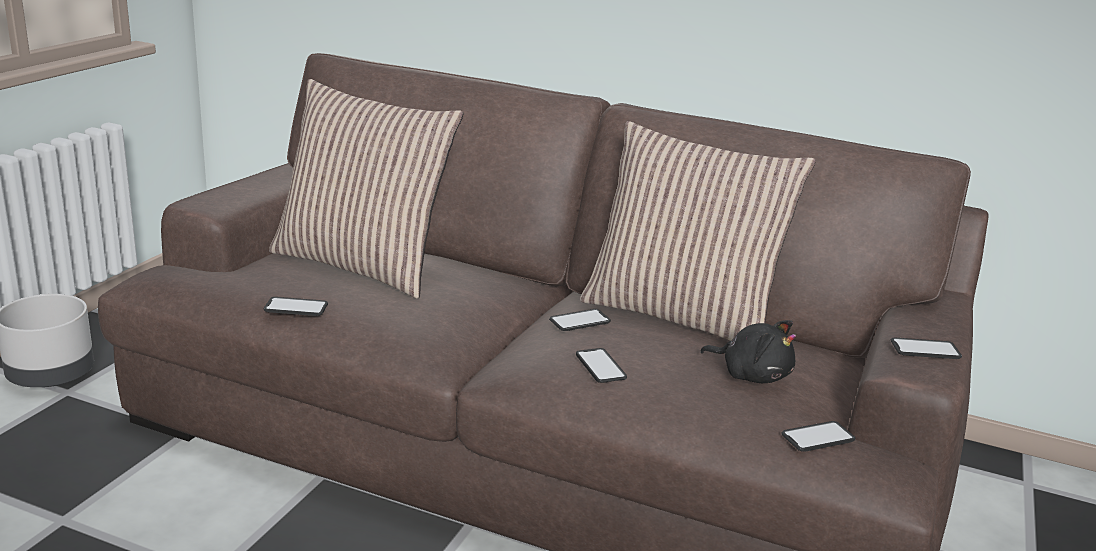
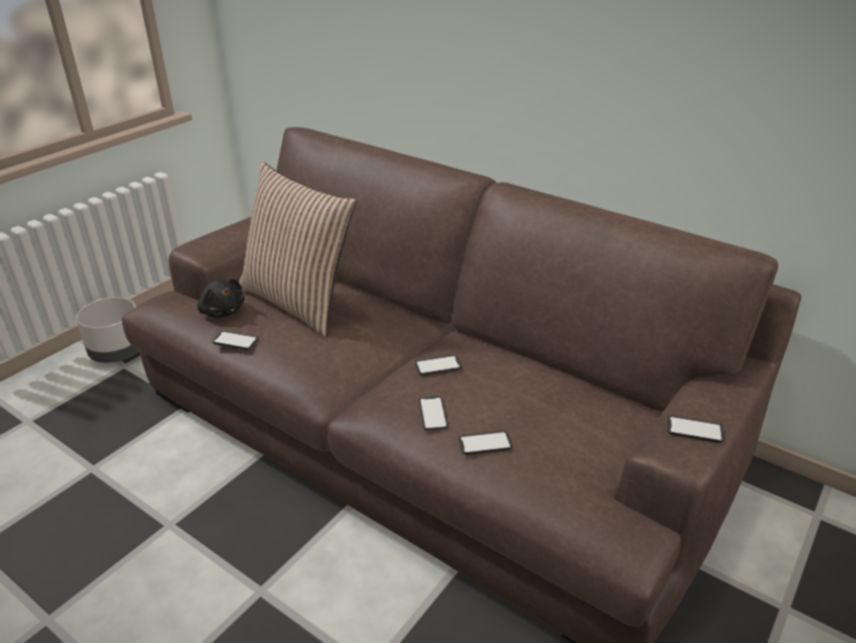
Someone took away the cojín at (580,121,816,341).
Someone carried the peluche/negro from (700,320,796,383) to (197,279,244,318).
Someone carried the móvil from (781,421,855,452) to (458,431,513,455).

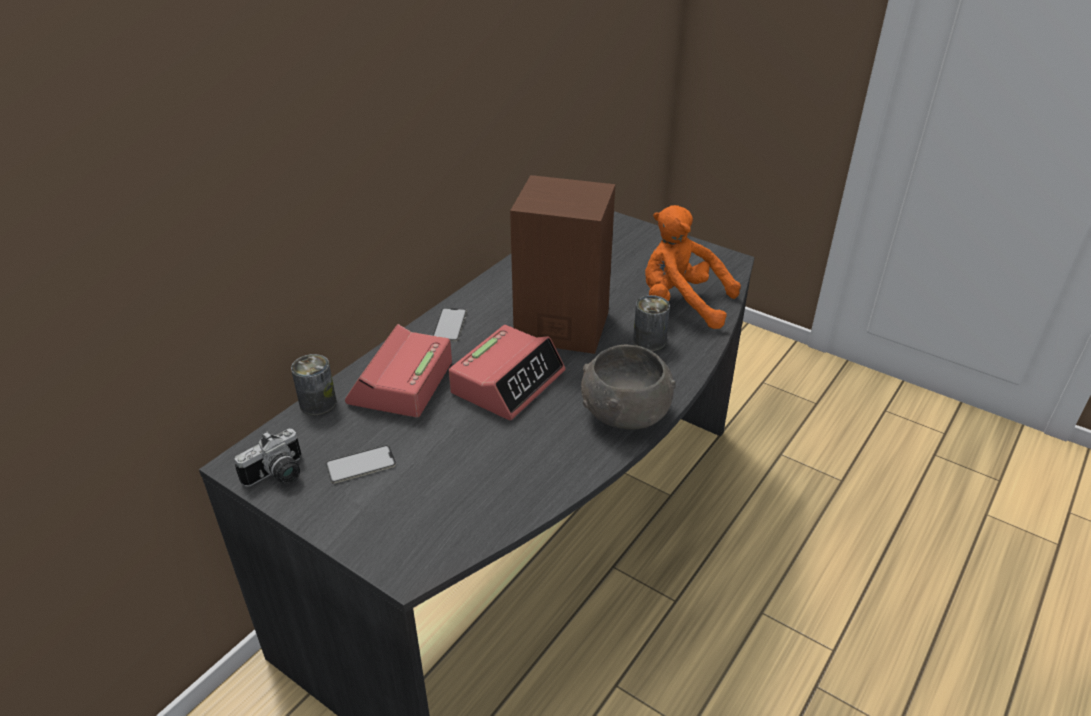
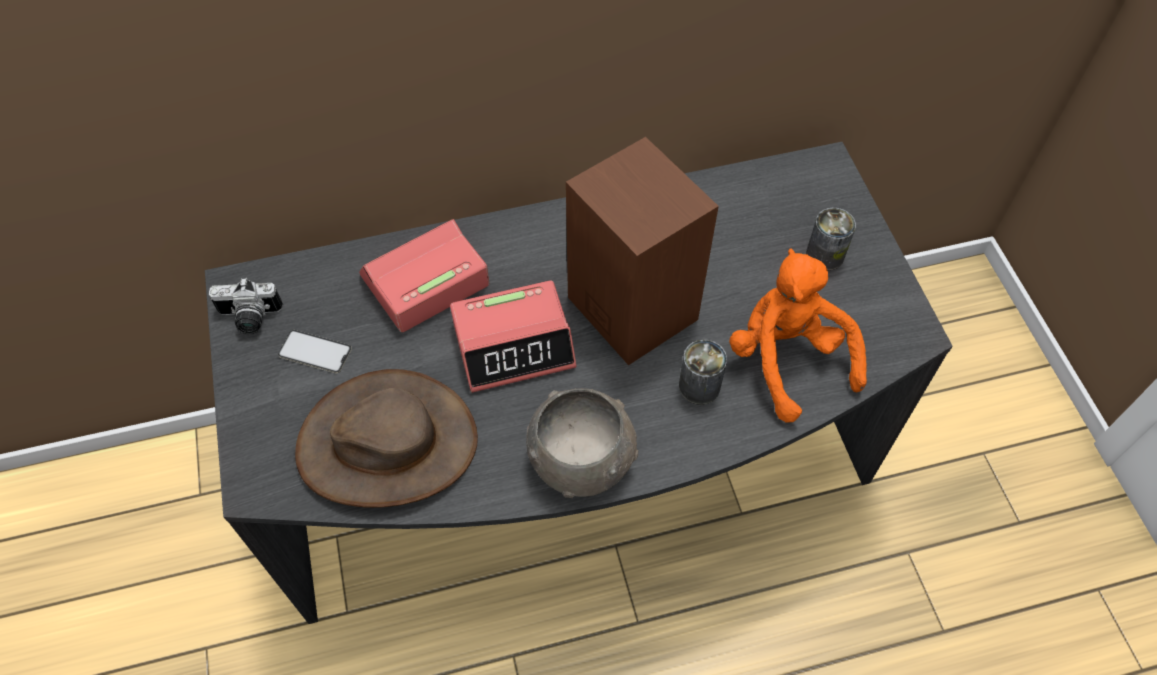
Someone took away the móvil at (432,308,467,341).
Someone carried the lata from (291,354,337,415) to (806,208,856,271).
Someone put down the sombrero/marrón at (295,369,478,508).

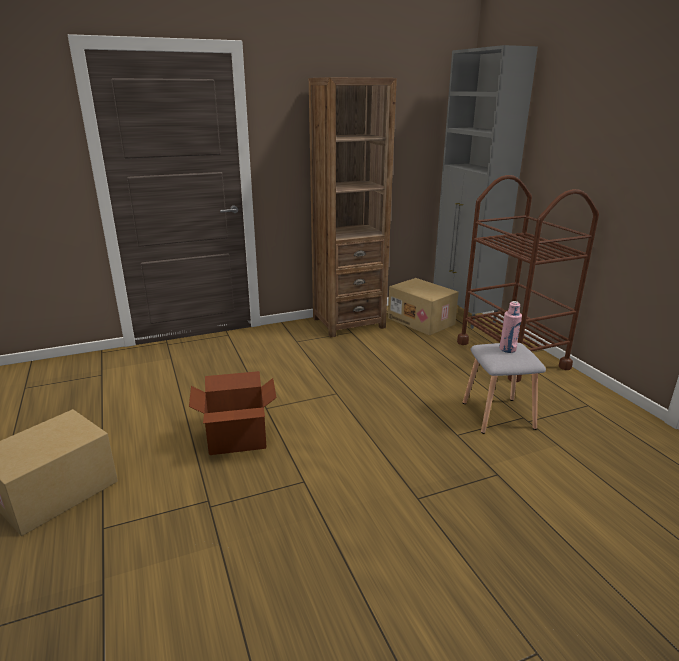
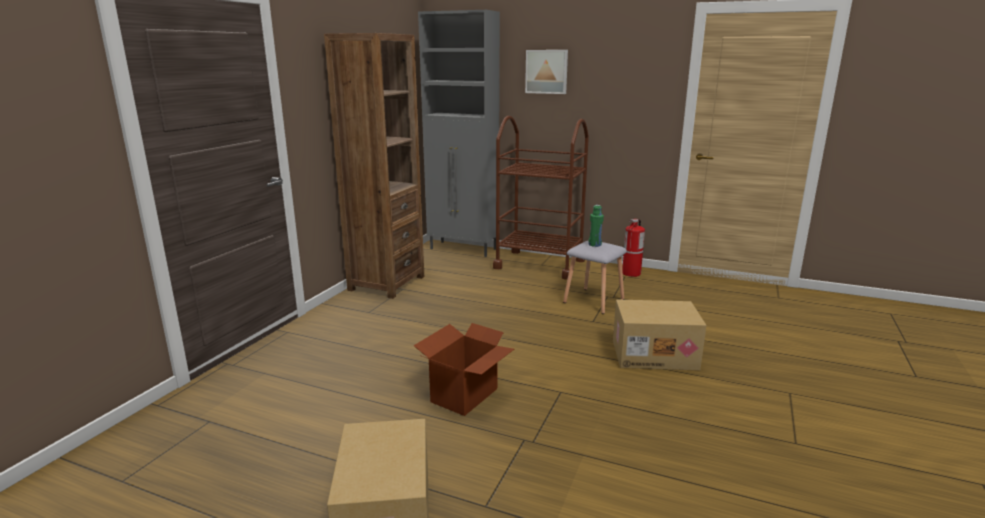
Someone carried the caja de cartón from (388,278,459,336) to (613,299,707,371).
Someone repainted the botella/rosa at (499,301,522,353), which became the botella/verde at (588,205,604,247).
Someone put up the cuadro at (525,50,568,94).
Someone put down the extintor at (622,219,645,277).

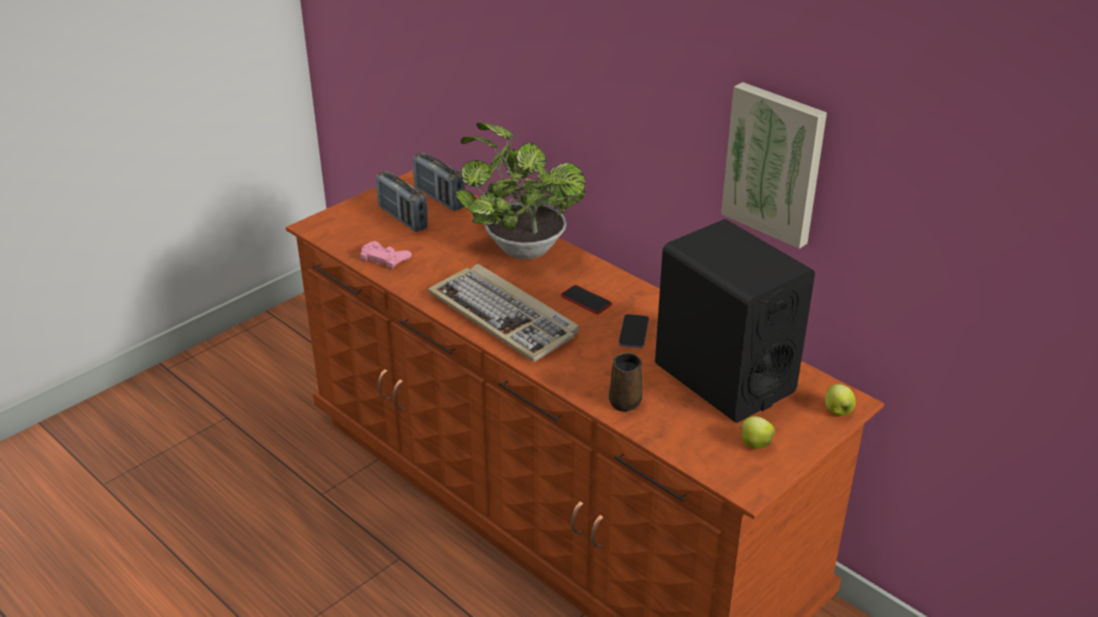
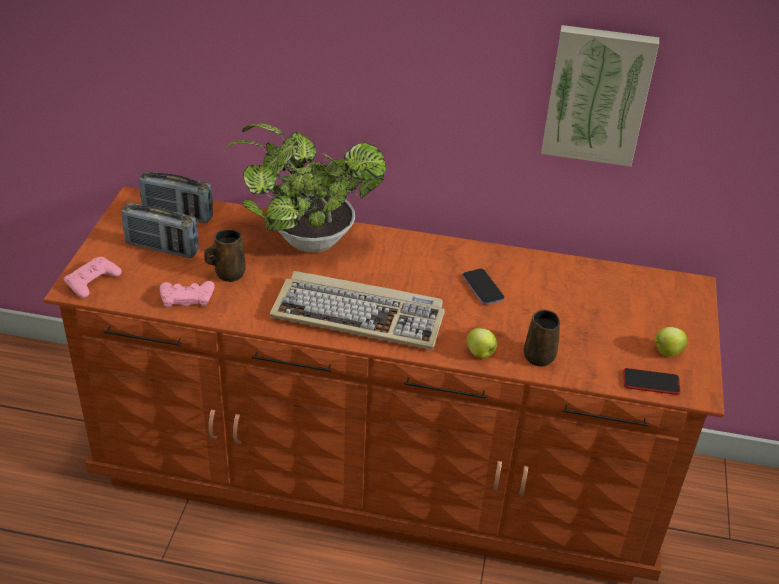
Someone took away the altavoz/negro at (655,219,815,423).
Someone carried the móvil from (561,285,612,314) to (623,368,681,395).
Someone carried the manzana from (825,384,856,416) to (467,328,497,358).
Someone put down the taza grande/marrón at (204,229,246,282).
Someone put down the mando de consola/rosa at (64,257,122,298).

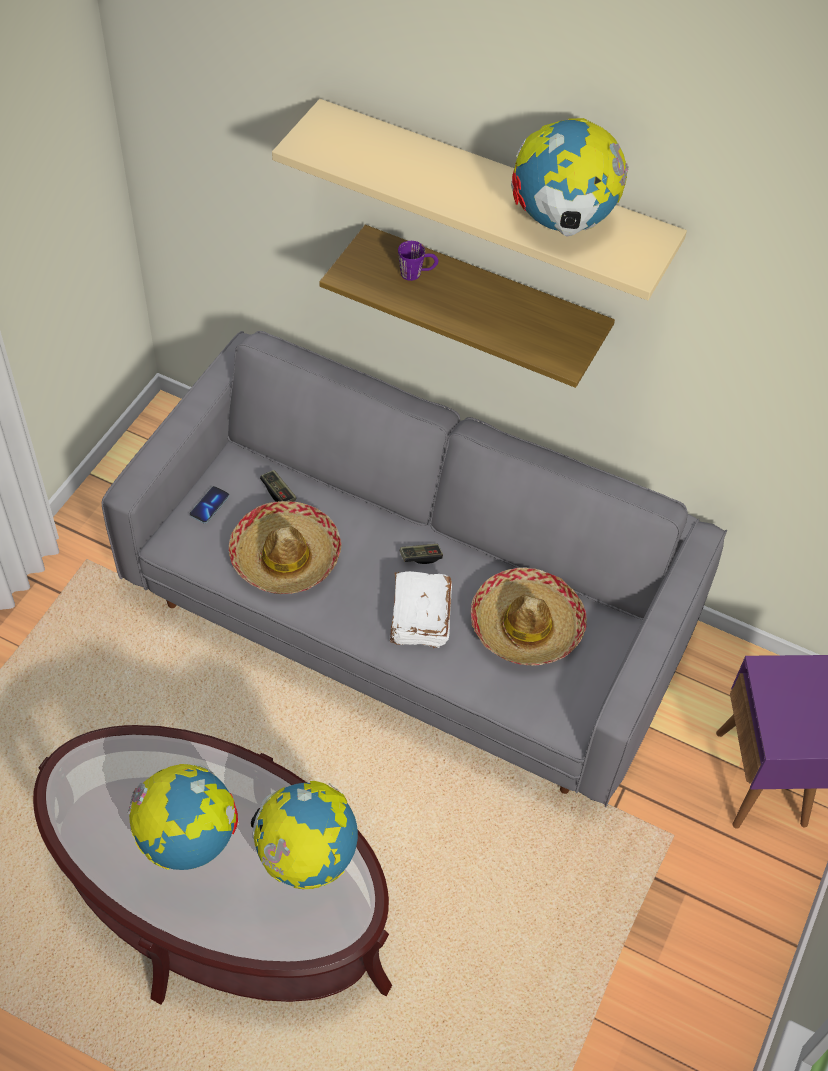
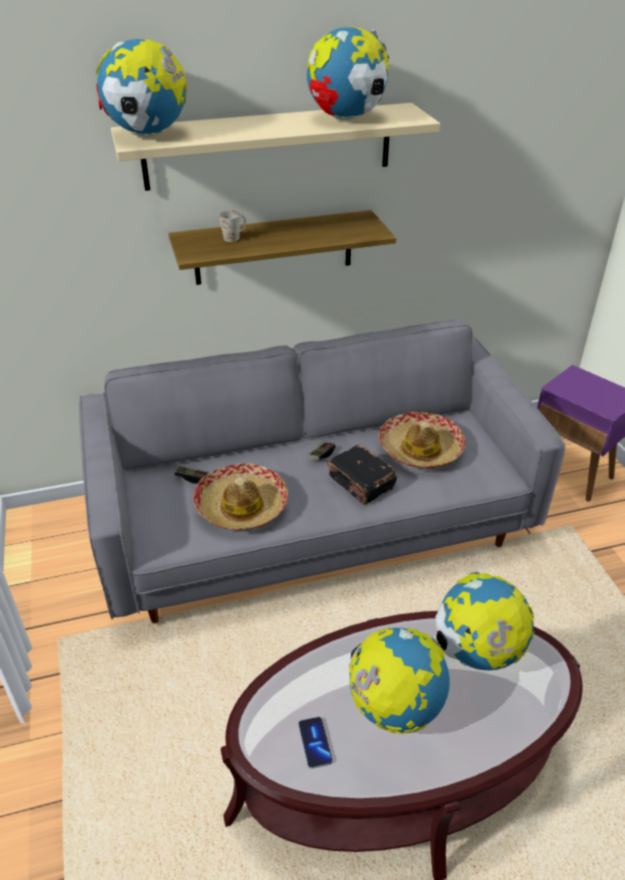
Someone repainted the taza grande/morado at (398,241,438,281), which became the taza grande/blanco at (219,210,247,242).
Someone carried the móvil from (190,486,229,524) to (298,717,332,769).
Someone repainted the libro/blanco at (390,571,452,648), which became the libro/negro at (327,445,397,505).
Someone put down the globo terráqueo at (96,39,187,136).

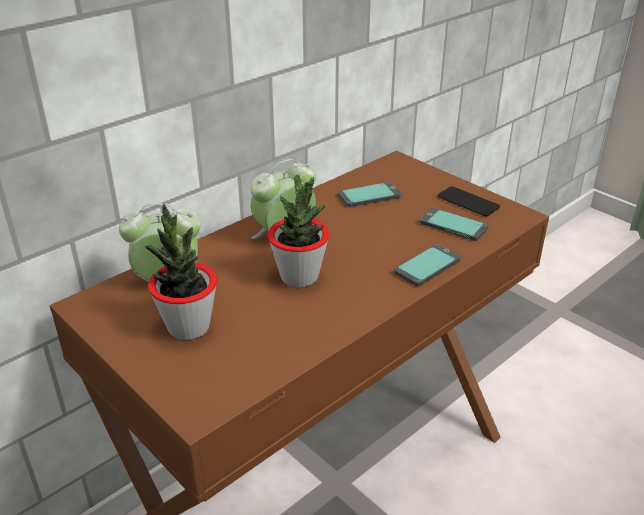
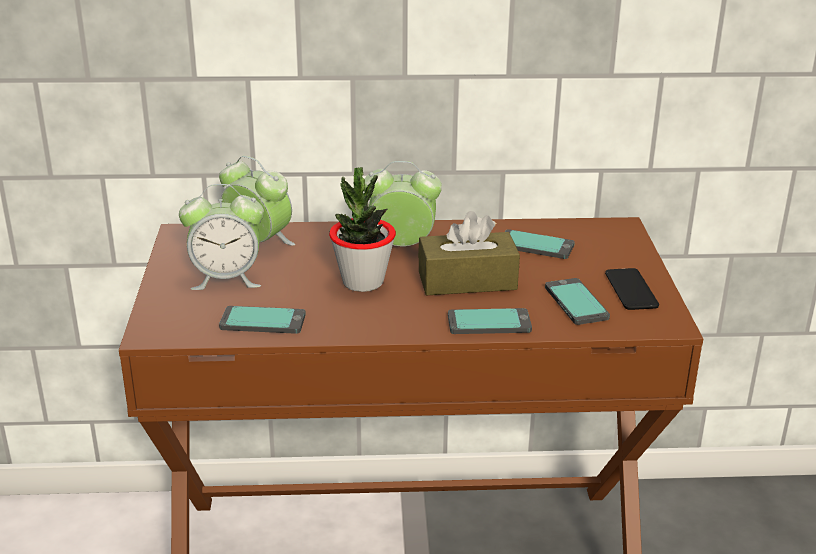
Someone swapped the planta en maceta at (145,203,217,340) for the despertador at (179,184,264,290).
Someone put down the caja de pañuelos/marrón at (418,211,520,295).
Someone put down the móvil at (219,306,306,334).

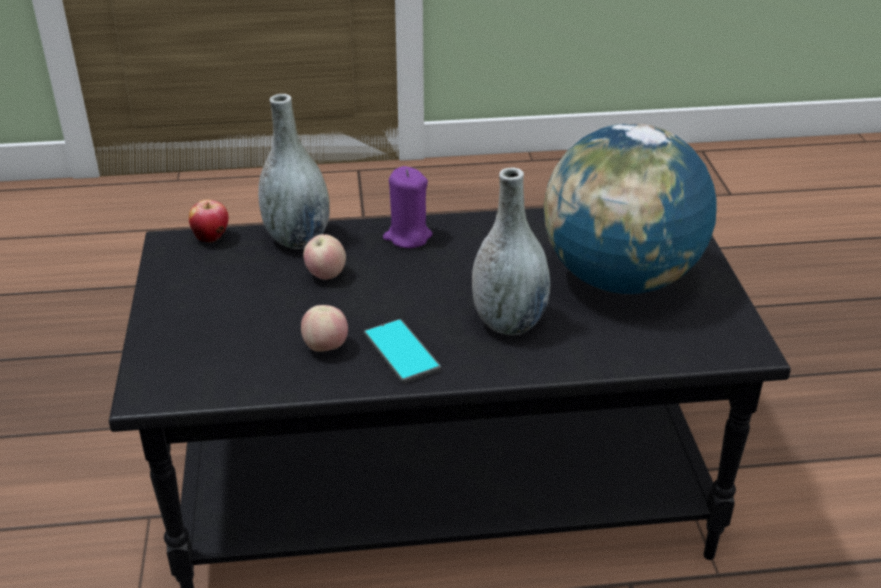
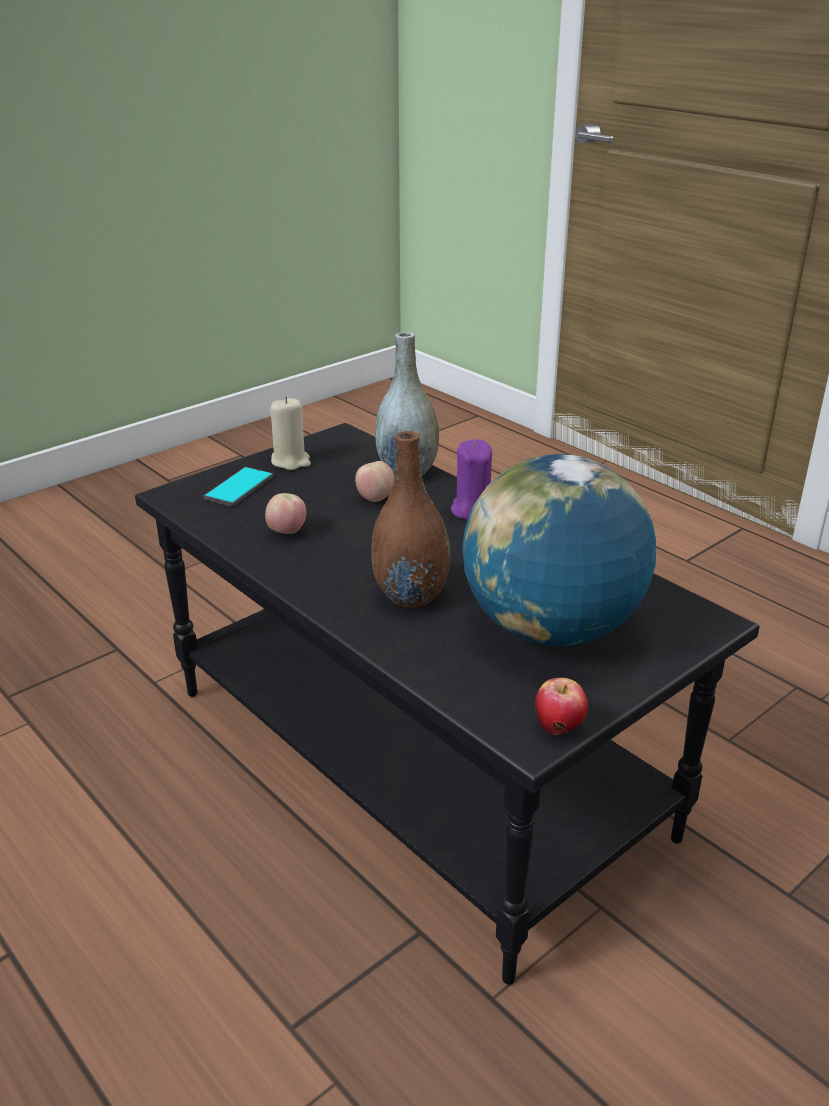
Someone repainted the florero/gris at (472,167,550,335), which became the florero/marrón at (371,431,450,607).
Someone carried the manzana from (189,200,228,242) to (535,678,588,735).
Someone carried the móvil from (364,319,441,384) to (203,467,273,507).
Someone put down the vela/beis at (270,397,311,470).

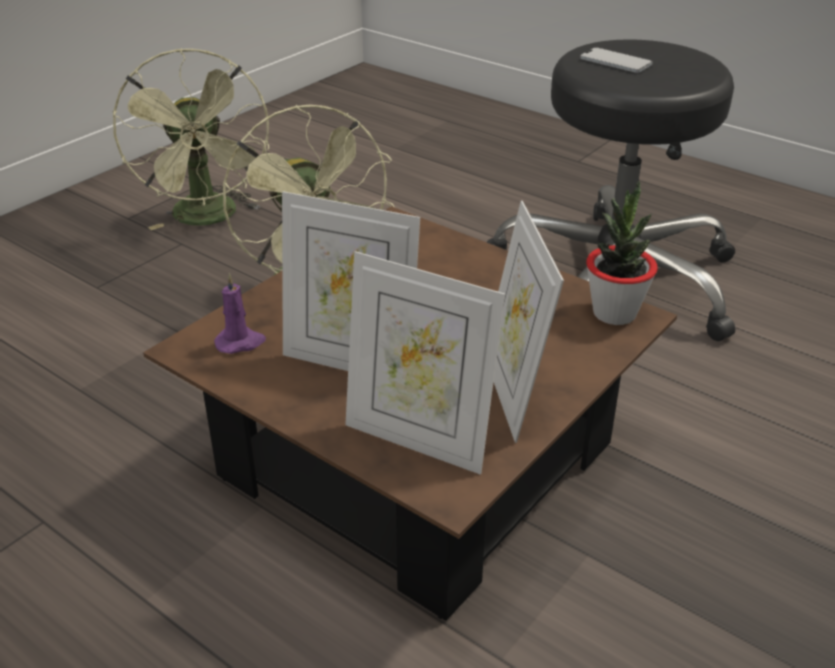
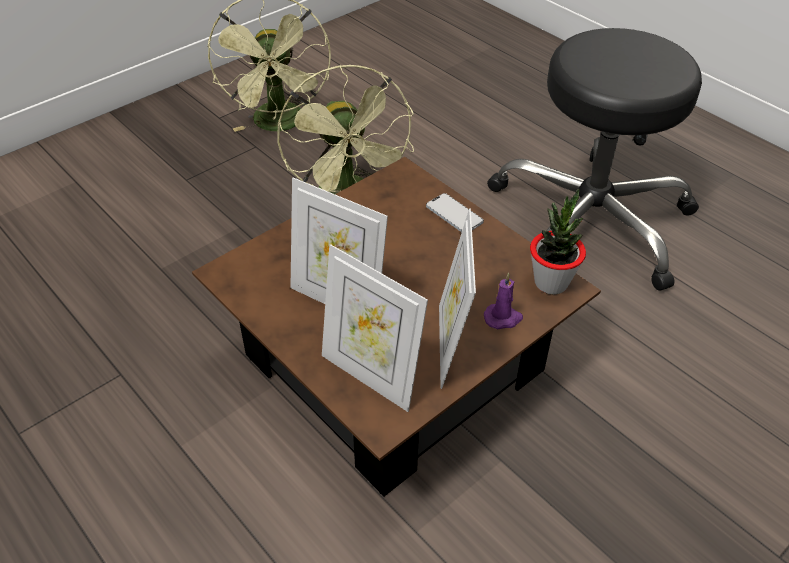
Someone carried the móvil from (580,47,653,73) to (426,193,484,232).
Someone carried the vela/morado from (214,273,266,354) to (484,273,523,329).

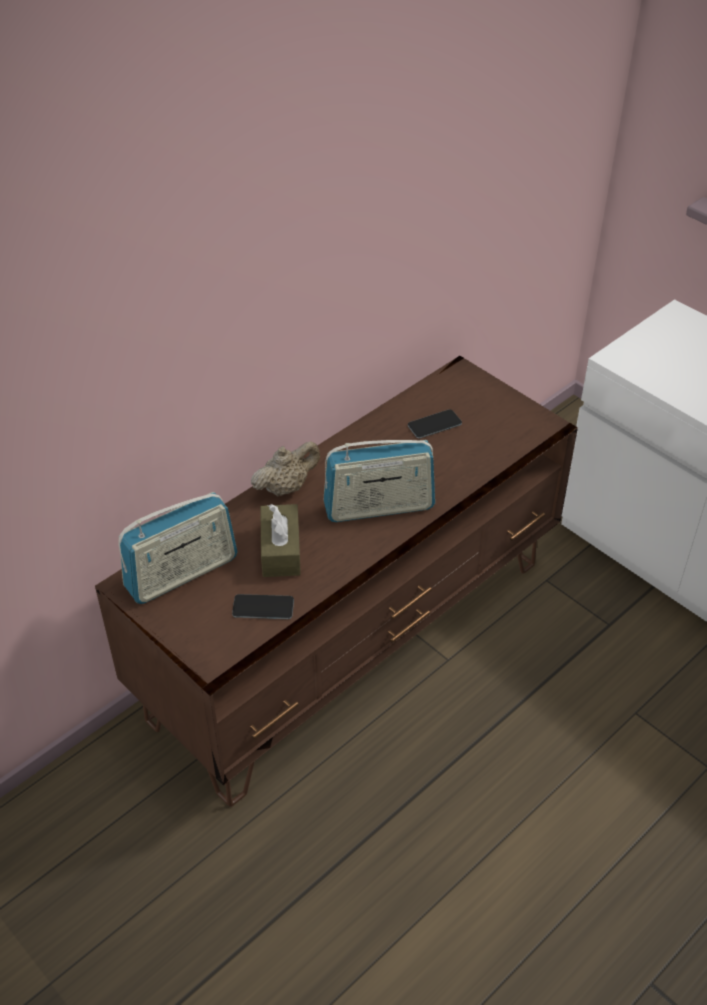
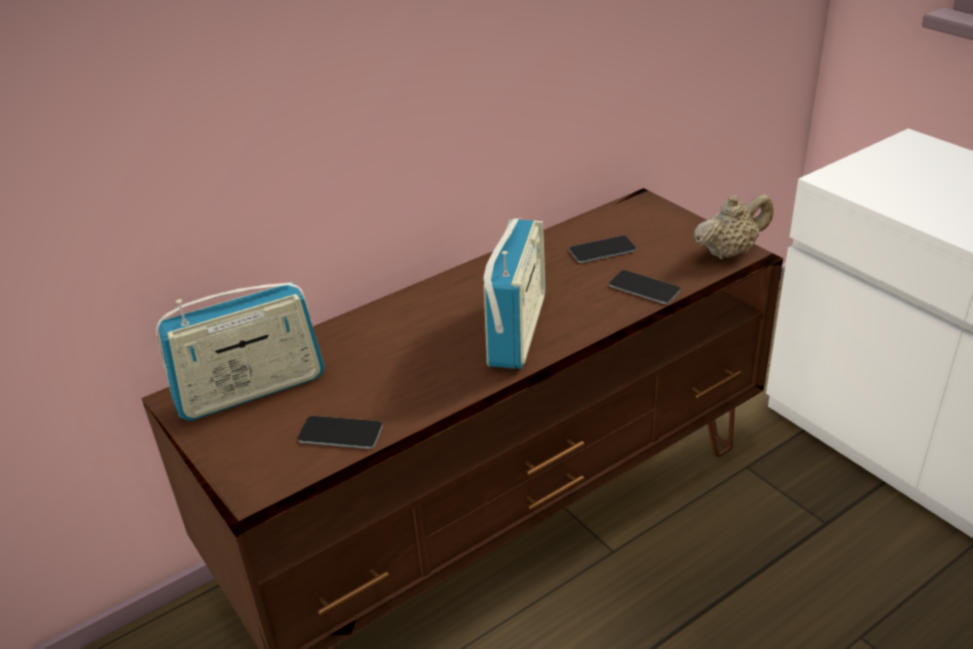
Someone rotated the radio at (324,440,435,522) by 75 degrees counterclockwise.
Someone carried the tetera/beis from (251,441,320,496) to (693,194,773,259).
Someone took away the caja de pañuelos/marrón at (260,504,301,577).
Someone put down the móvil at (609,270,680,304).

